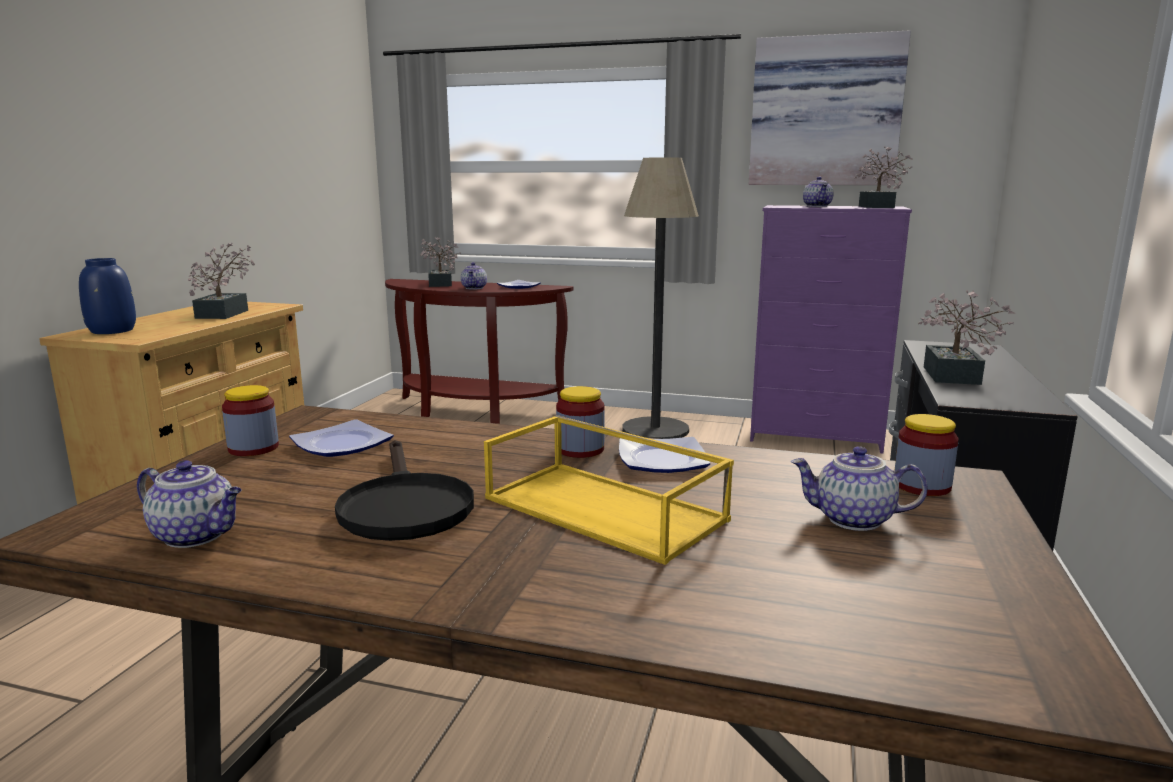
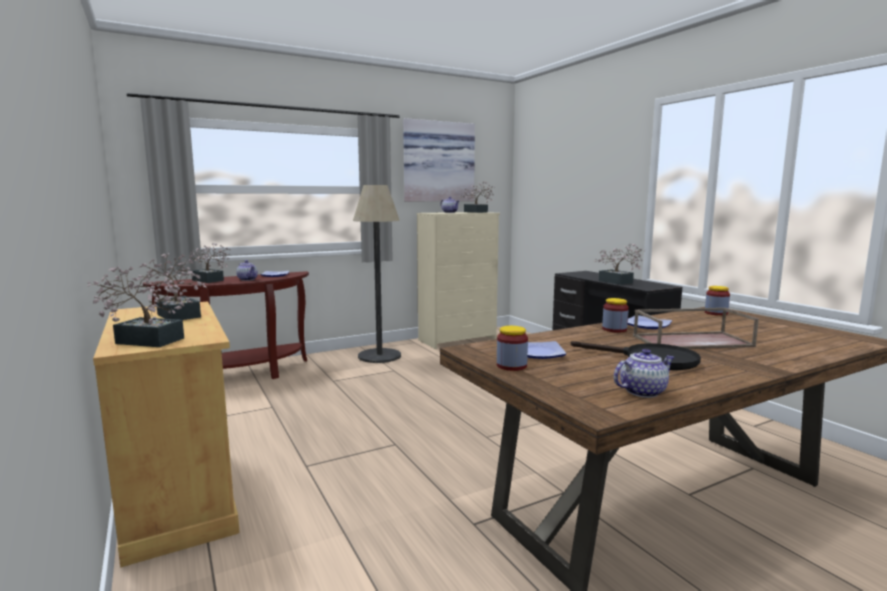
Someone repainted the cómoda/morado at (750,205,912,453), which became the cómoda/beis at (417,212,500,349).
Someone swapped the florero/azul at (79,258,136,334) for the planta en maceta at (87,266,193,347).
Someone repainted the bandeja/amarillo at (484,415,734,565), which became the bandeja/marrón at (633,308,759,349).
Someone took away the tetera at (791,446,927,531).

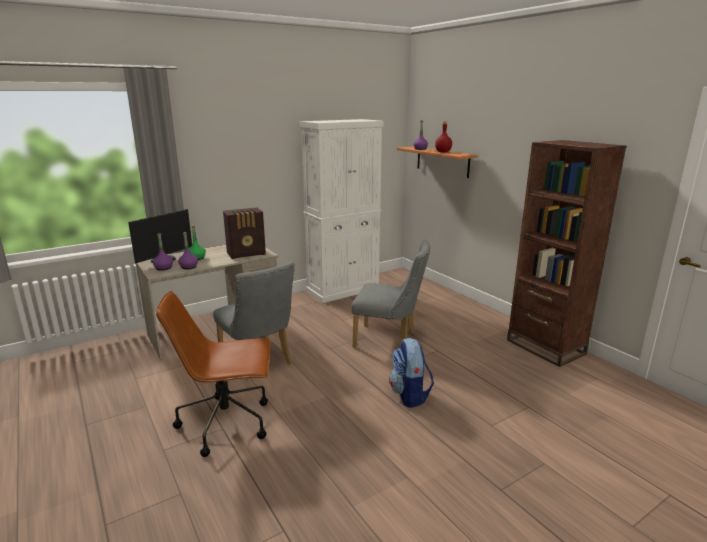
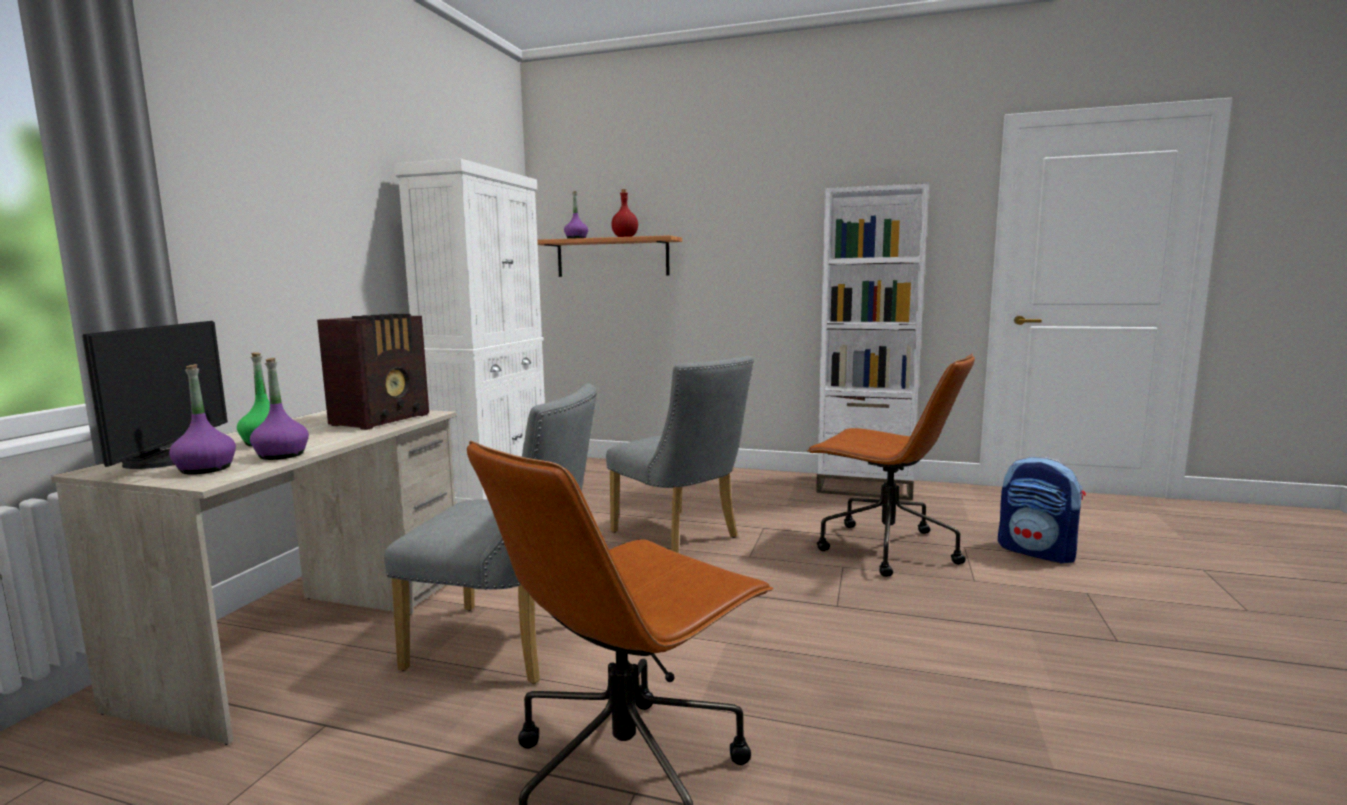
Someone repainted the estantería/marrón at (507,140,626,367), which became the estantería/blanco at (816,183,929,500).
Someone rotated the silla/gris at (351,240,430,348) by 75 degrees clockwise.
Someone carried the mochila from (389,338,434,408) to (998,457,1086,564).
Someone put down the silla de oficina/marrón at (807,354,975,577).

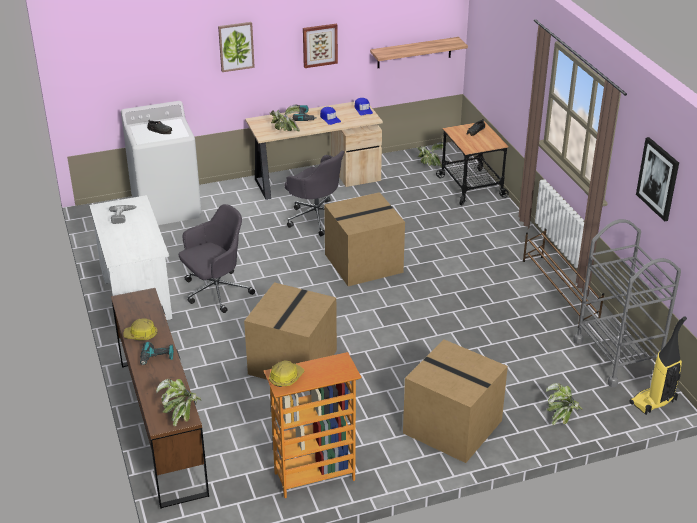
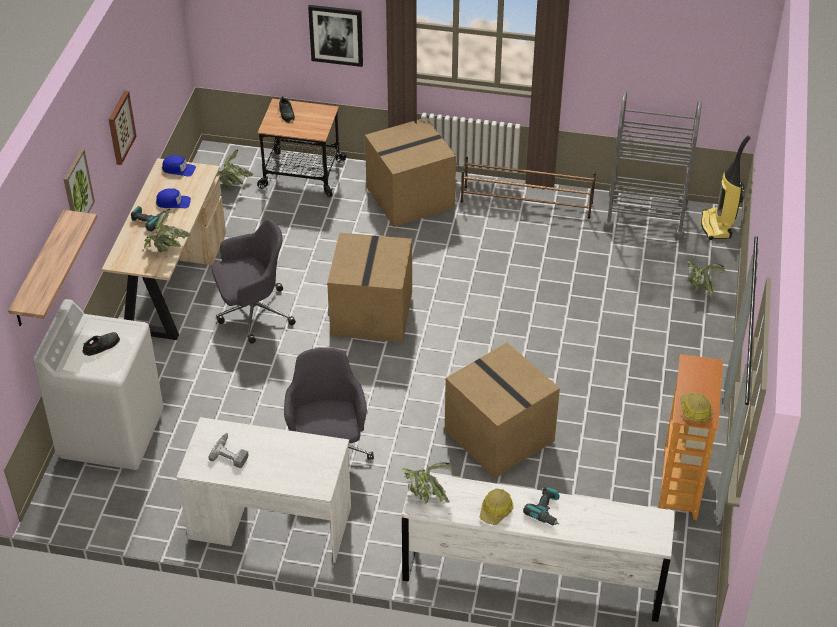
Someone carried the estante from (370,37,468,68) to (8,210,97,326).
Someone carried the cuadro from (636,137,679,222) to (308,5,363,67).
Someone repainted the cómoda/marrón at (111,288,209,509), which became the cómoda/blanco at (402,473,675,622).
Someone carried the caja de cartón from (403,339,508,463) to (365,118,456,227).
Someone carried the planta en maceta from (156,379,201,426) to (402,462,451,504).

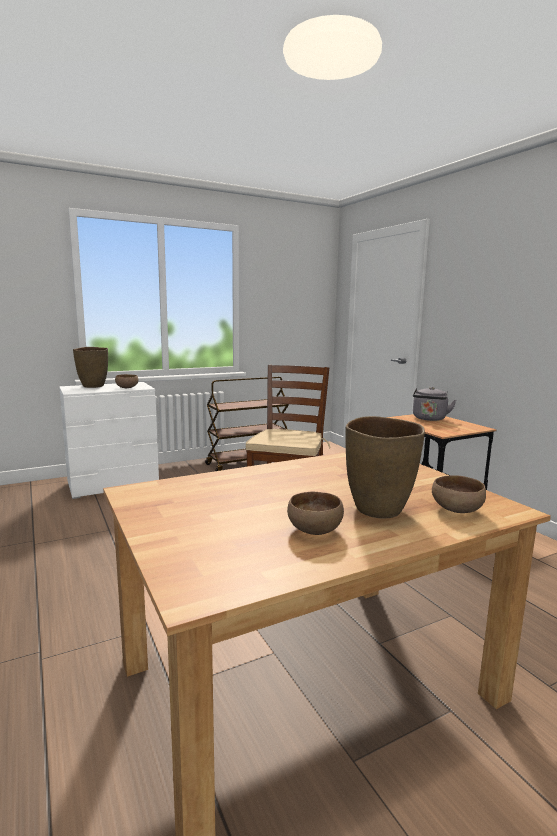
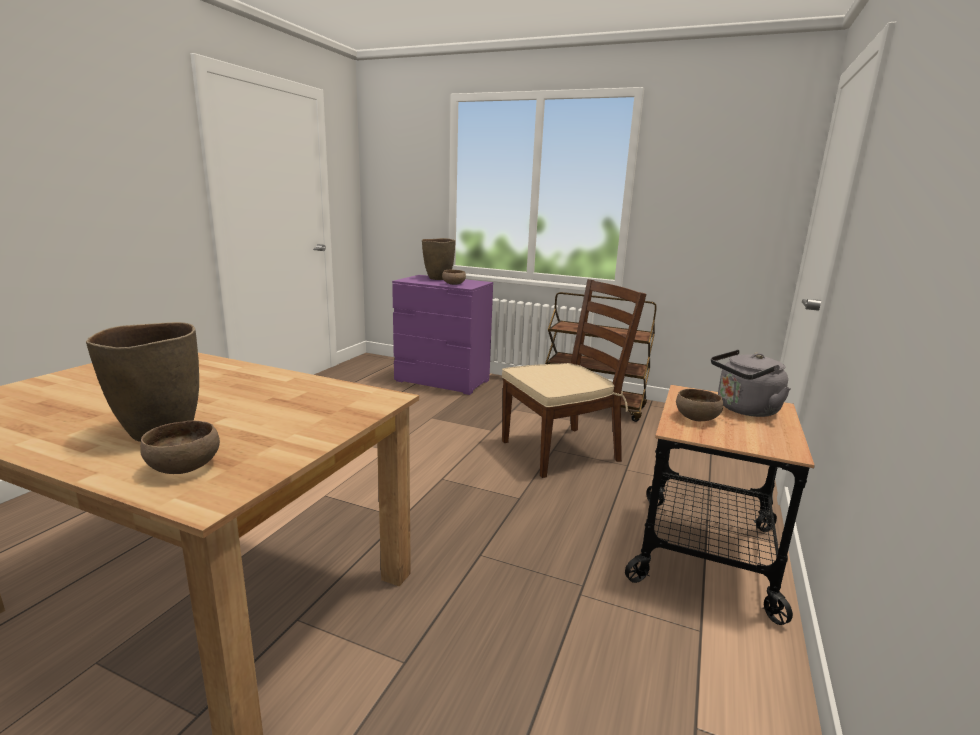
Someone repainted the cómoda/blanco at (59,382,159,499), which became the cómoda/morado at (392,275,493,395).
Someone carried the cuenco/marrón from (287,492,344,535) to (676,389,723,421).

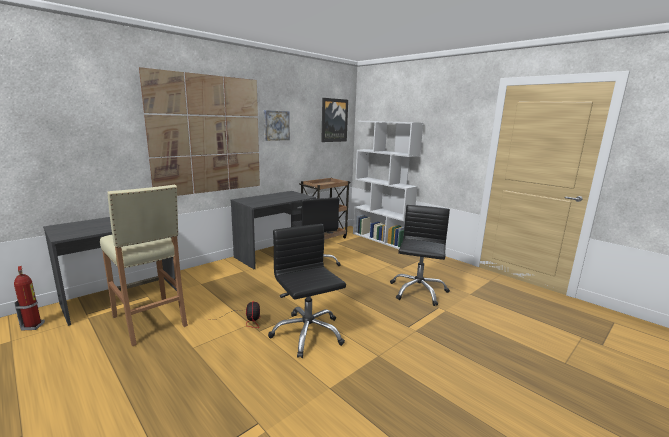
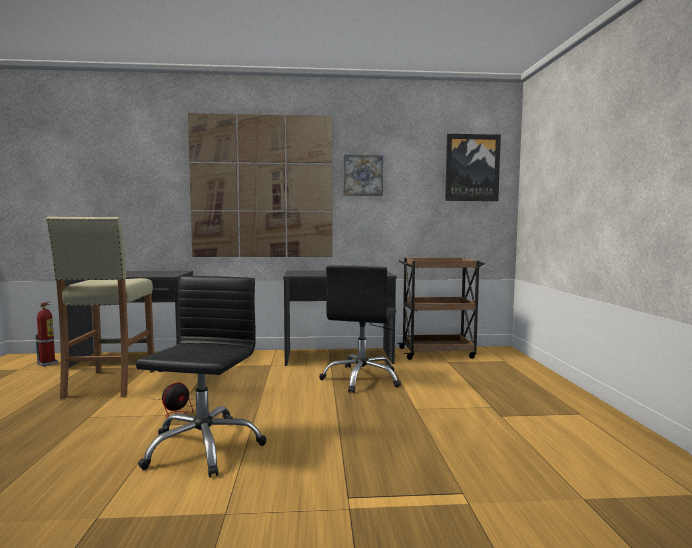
Someone took away the estantería/blanco at (353,121,423,249).
Someone took away the silla de oficina/negro at (390,205,450,306).

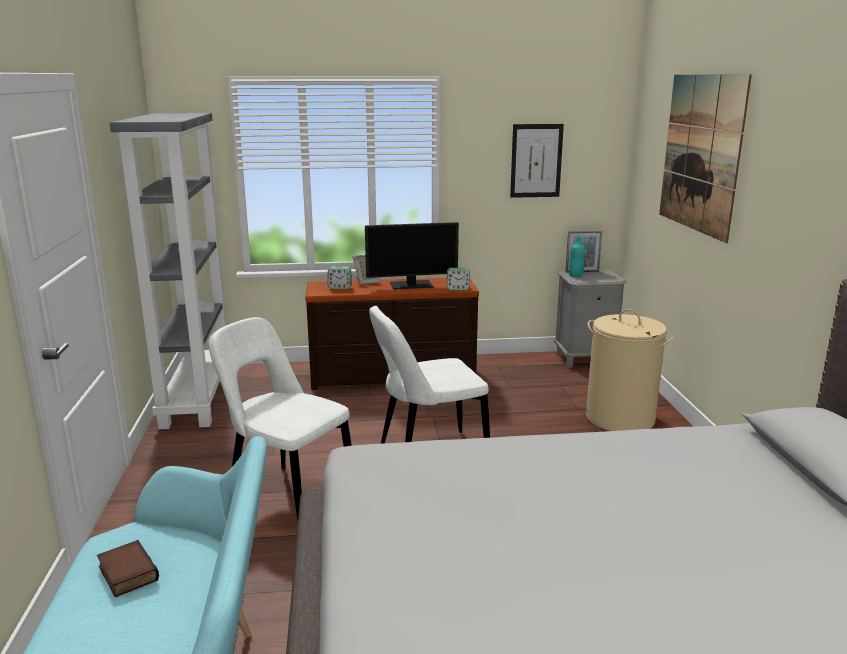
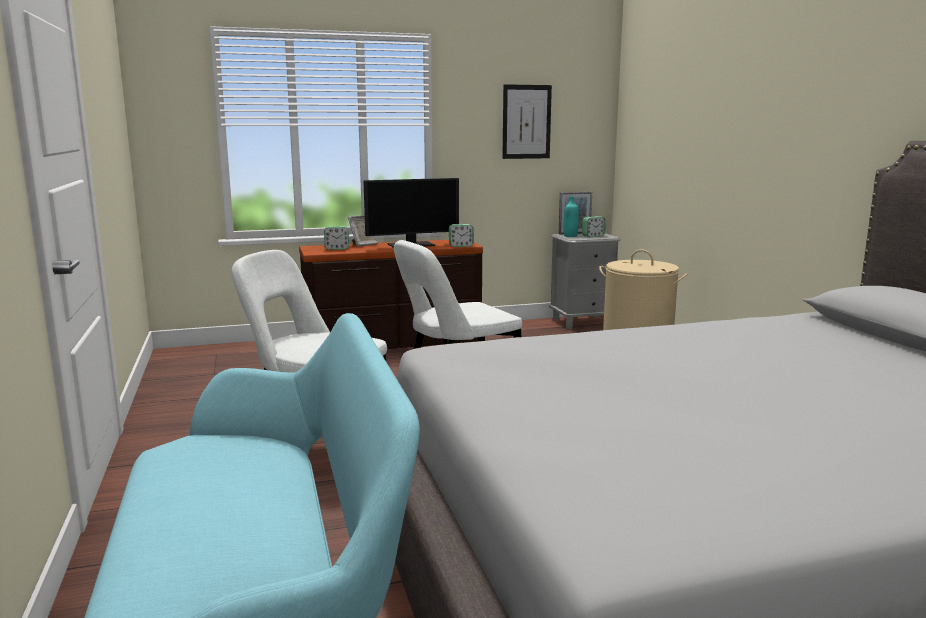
Someone took away the cuadro at (659,75,752,243).
Someone took away the estantería/gris at (110,113,227,429).
Someone took away the libro at (97,540,159,597).
Someone put down the despertador at (582,216,605,237).

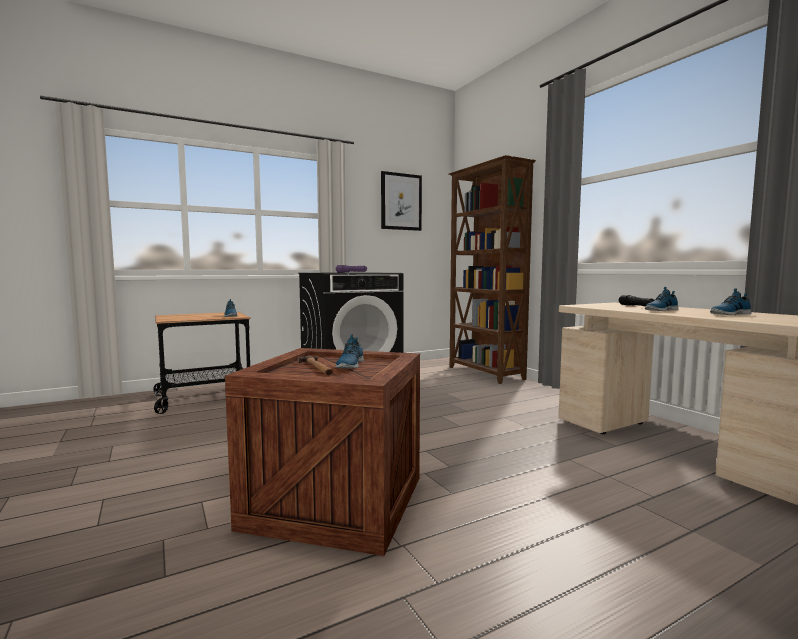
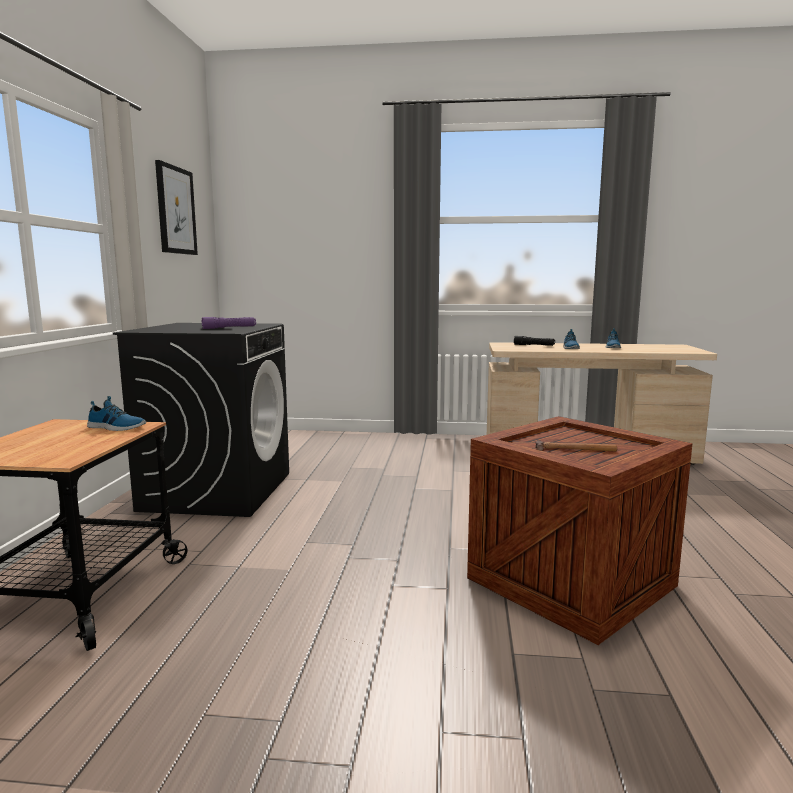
Someone took away the estantería/marrón at (449,155,536,384).
Someone took away the zapato at (335,334,364,368).

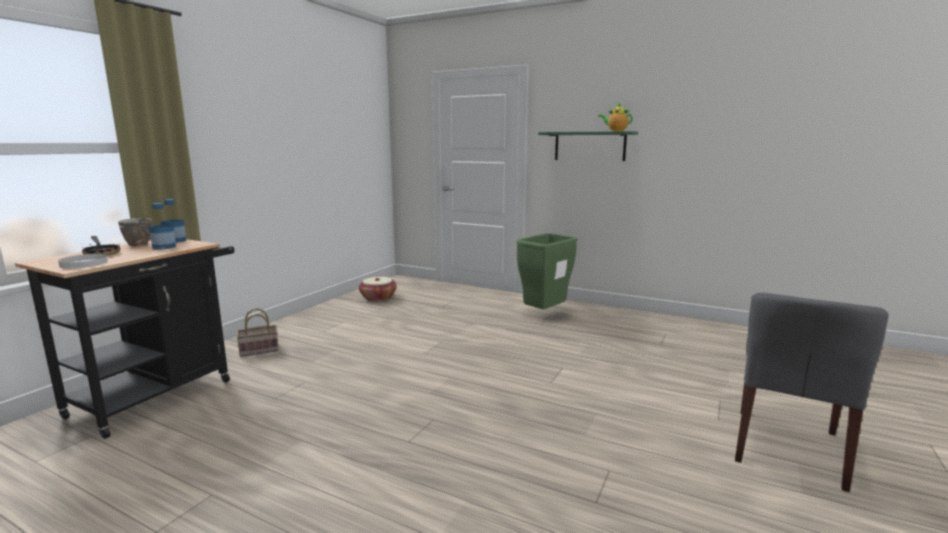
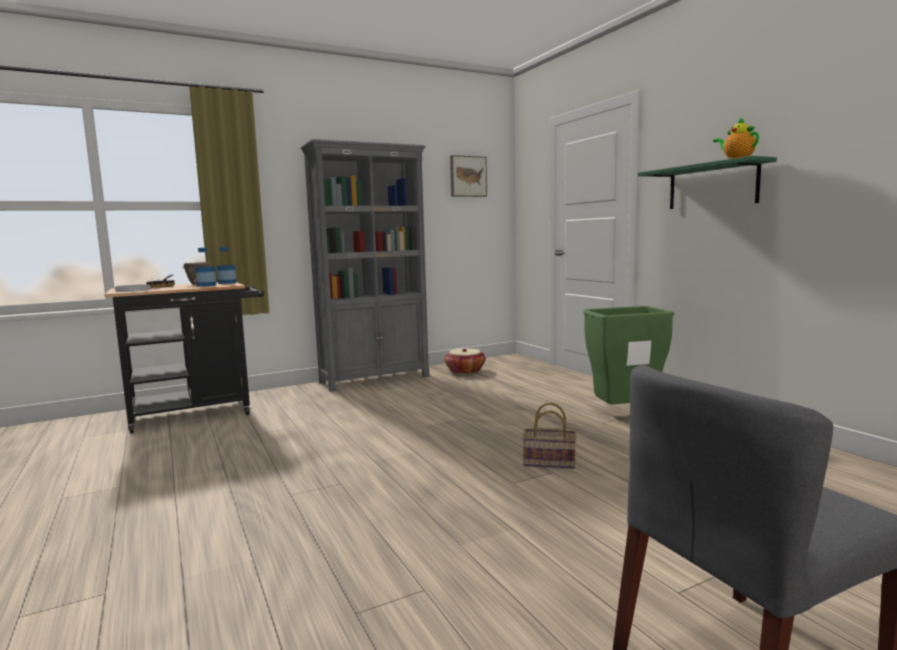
Someone carried the cesta from (236,308,279,357) to (523,402,577,469).
Someone put down the estantería/gris at (300,139,429,392).
Someone put up the cuadro at (450,155,487,197).

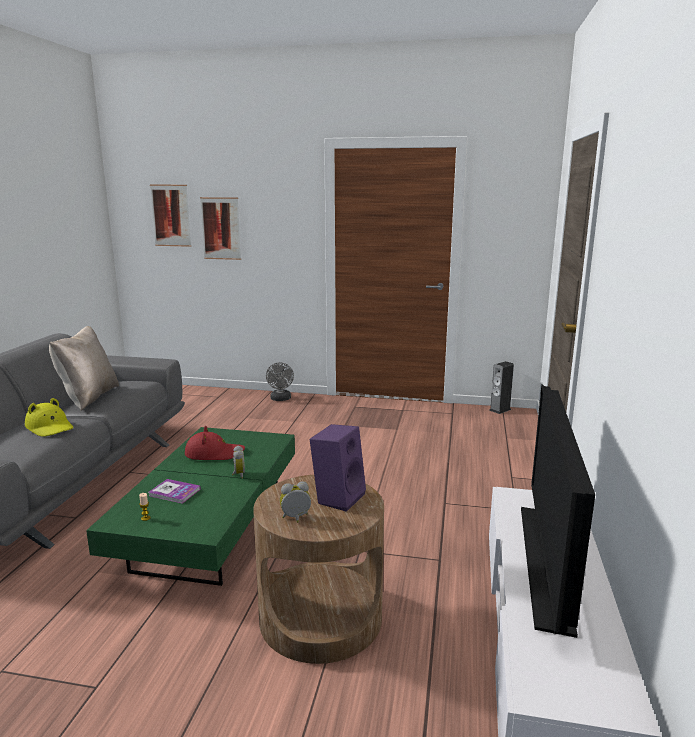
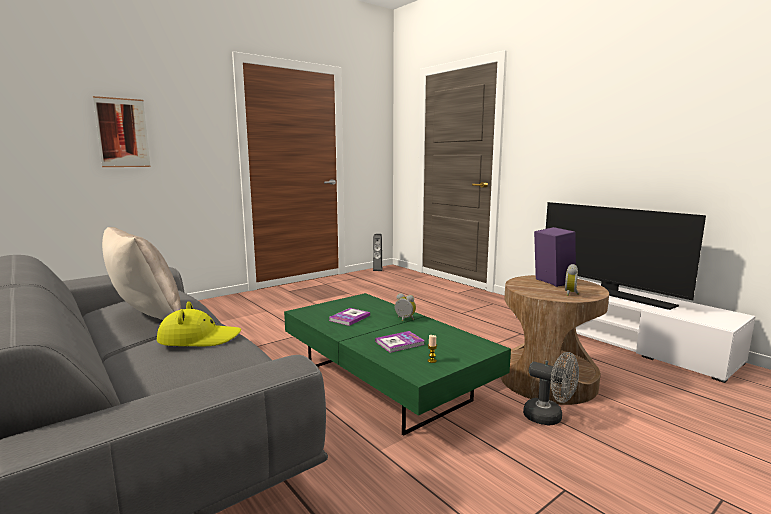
Someone took away the cuadro at (150,185,192,247).
Someone carried the ventilador/gris from (266,362,294,401) to (523,352,579,426).
Someone swapped the sombrero/rojo at (185,426,245,460) for the libro at (329,308,370,326).

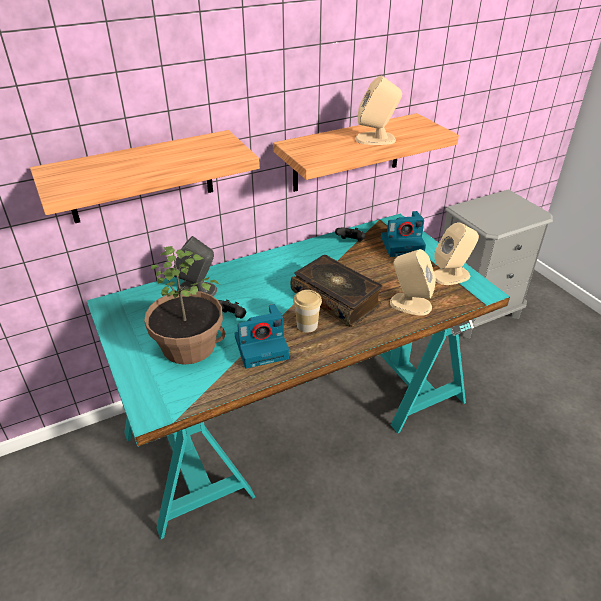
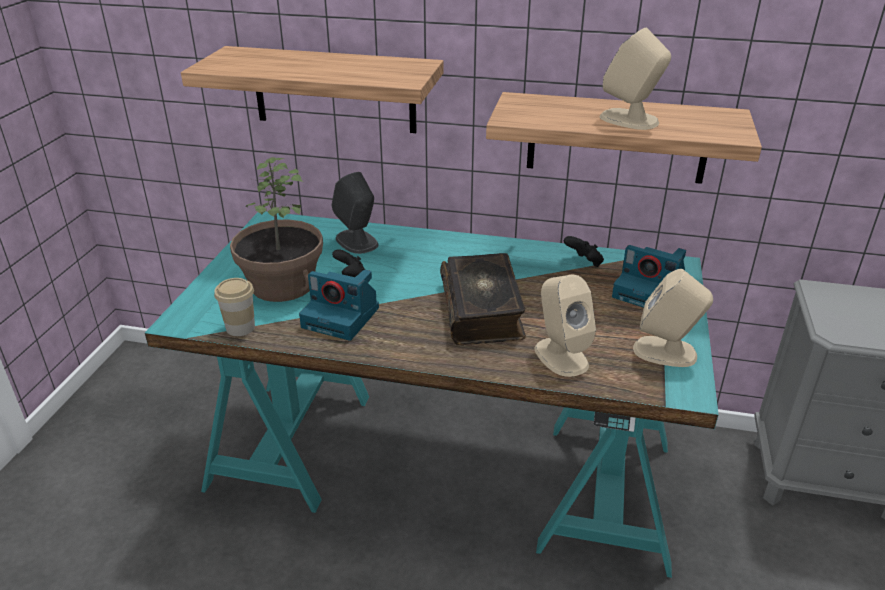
Someone carried the taza from (293,290,322,333) to (214,278,255,336).

